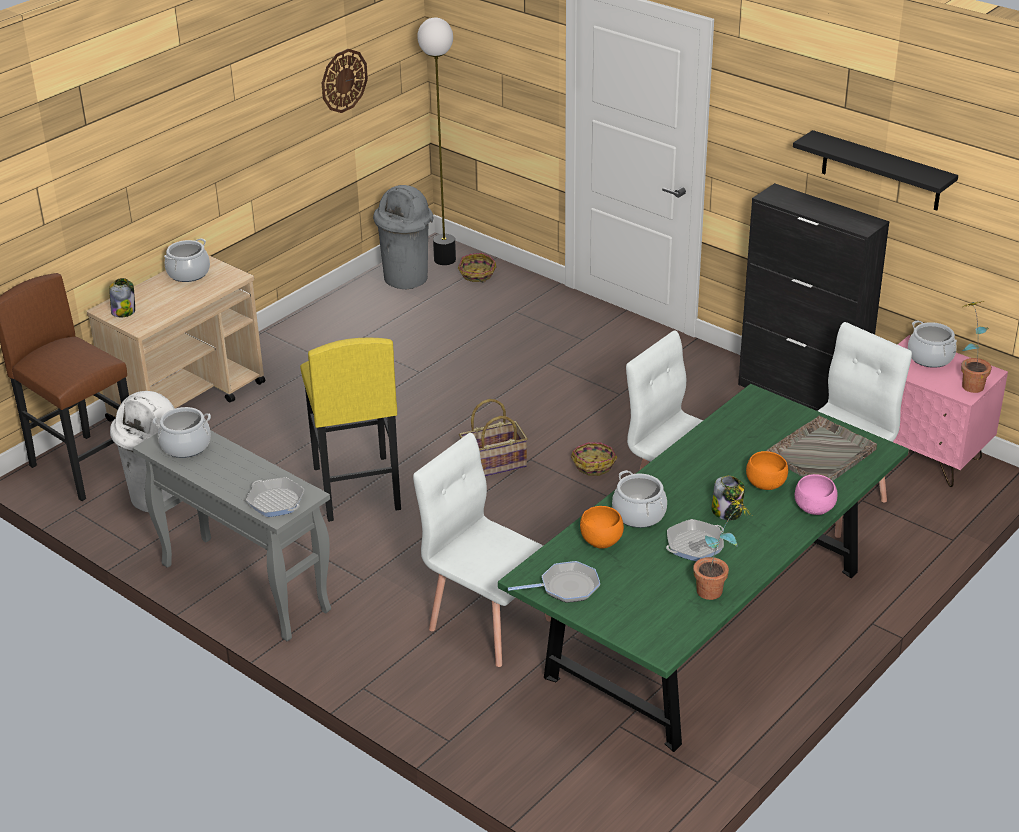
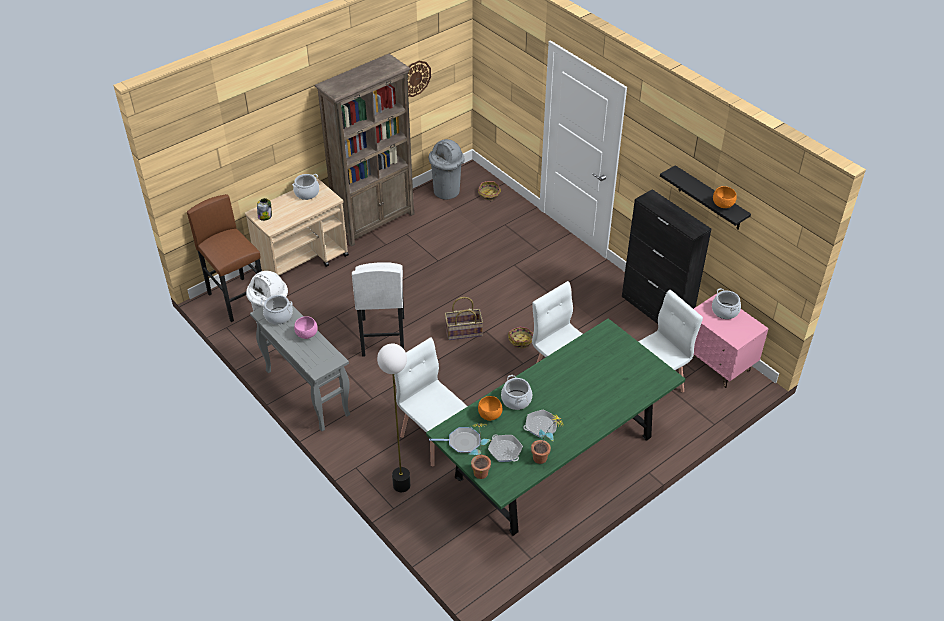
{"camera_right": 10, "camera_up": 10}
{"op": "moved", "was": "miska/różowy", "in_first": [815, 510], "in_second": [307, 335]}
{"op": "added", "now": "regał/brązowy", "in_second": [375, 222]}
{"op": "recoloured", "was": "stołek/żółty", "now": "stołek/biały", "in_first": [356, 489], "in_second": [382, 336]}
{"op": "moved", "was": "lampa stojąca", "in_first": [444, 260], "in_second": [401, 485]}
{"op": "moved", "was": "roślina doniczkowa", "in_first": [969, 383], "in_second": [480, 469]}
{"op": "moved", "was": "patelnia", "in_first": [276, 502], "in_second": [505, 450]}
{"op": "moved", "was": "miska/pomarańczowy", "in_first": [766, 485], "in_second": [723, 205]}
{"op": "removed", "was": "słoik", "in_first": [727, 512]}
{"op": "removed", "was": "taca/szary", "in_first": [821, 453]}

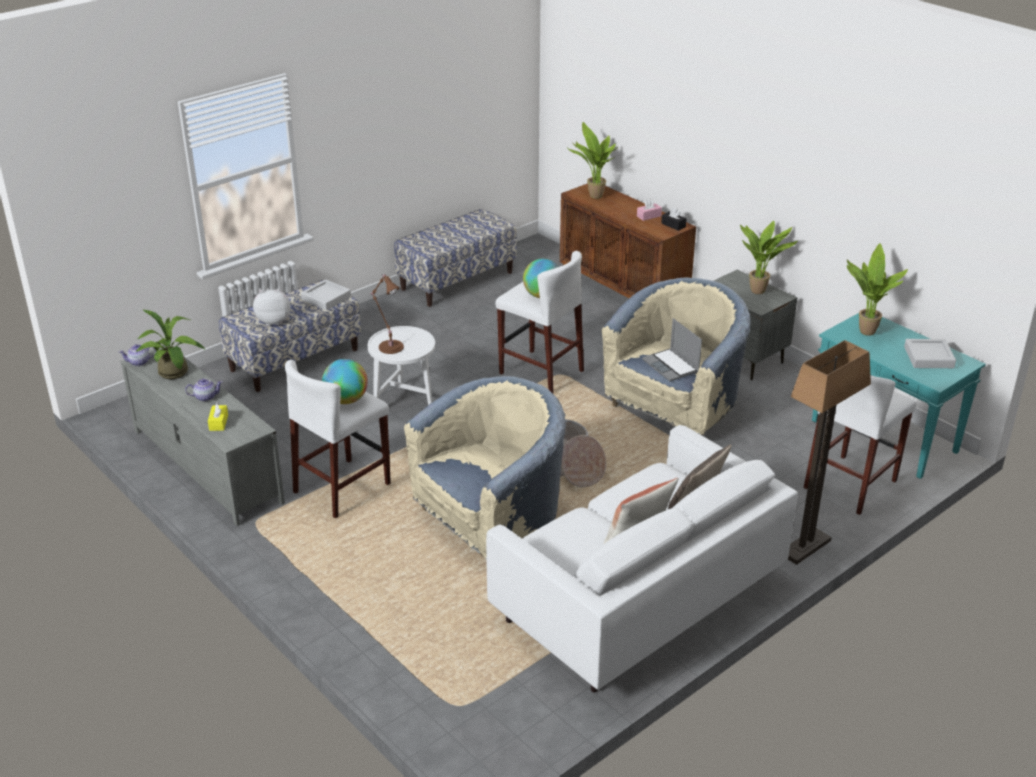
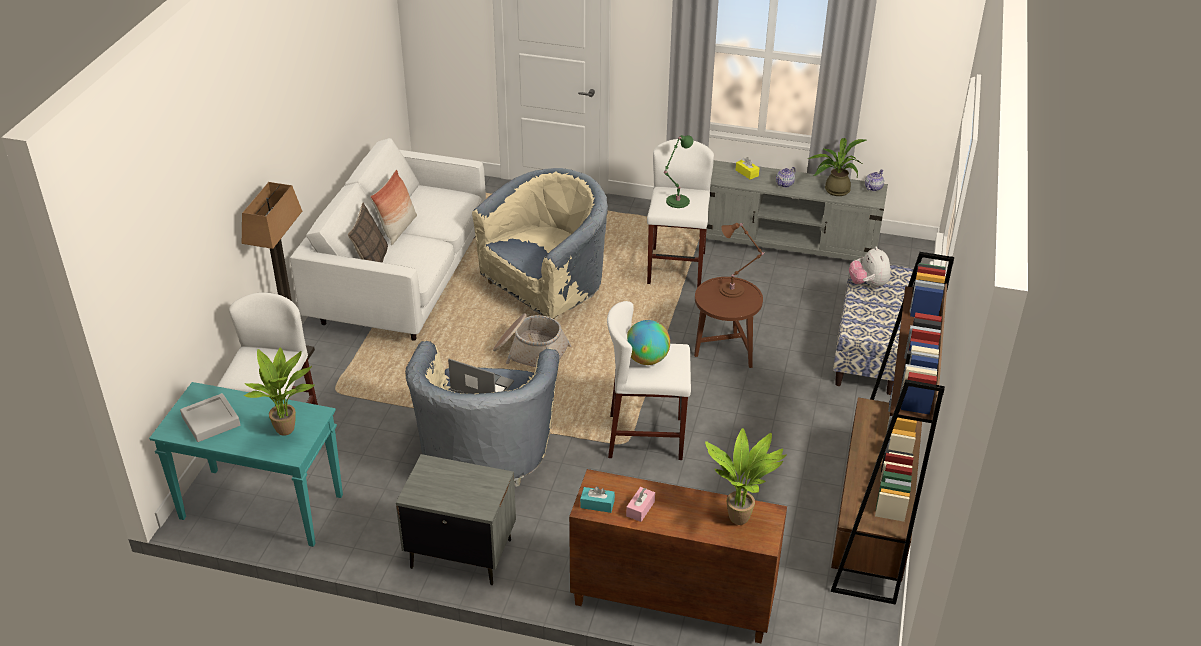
{"camera_right": 145, "camera_up": 5}
{"op": "turned", "was": "fotel/beżowy", "in_first": [491, 520], "in_second": [547, 289], "clockwise": -150}
{"op": "recoloured", "was": "pudełko chusteczek/czarny", "now": "pudełko chusteczek/turkusowy", "in_first": [673, 225], "in_second": [597, 504]}
{"op": "replaced", "was": "globus", "now": "lampa stołowa/zielony", "in_first": [346, 400], "in_second": [676, 202]}
{"op": "recoloured", "was": "stolik/biały", "now": "stolik/brązowy", "in_first": [404, 402], "in_second": [724, 352]}
{"op": "replaced", "was": "ławka", "now": "regał/brązowy", "in_first": [457, 280], "in_second": [871, 526]}
{"op": "turned", "was": "pluszak", "in_first": [274, 321], "in_second": [868, 284], "clockwise": 120}
{"op": "removed", "was": "taca/szary", "in_first": [326, 298]}
{"op": "removed", "was": "roślina doniczkowa", "in_first": [760, 291]}

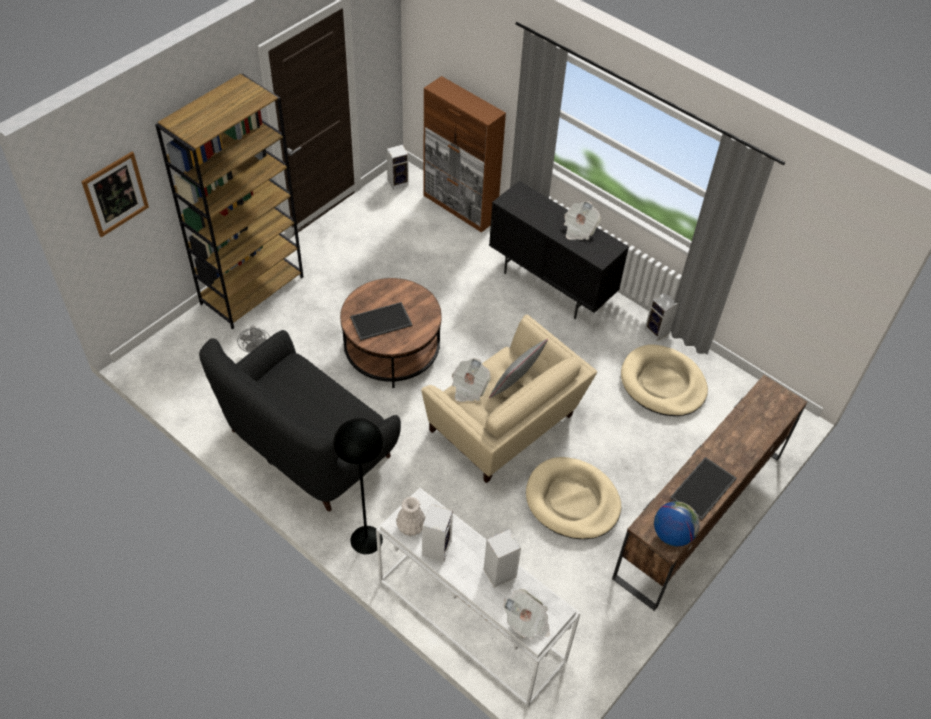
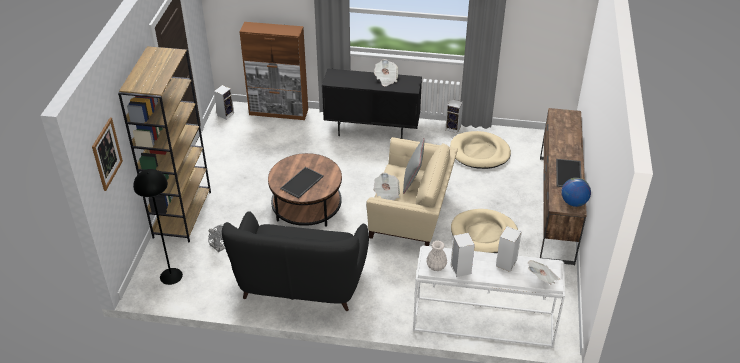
{"camera_right": -30, "camera_up": -10}
{"op": "moved", "was": "lampa stojąca/czarny", "in_first": [366, 539], "in_second": [171, 276]}

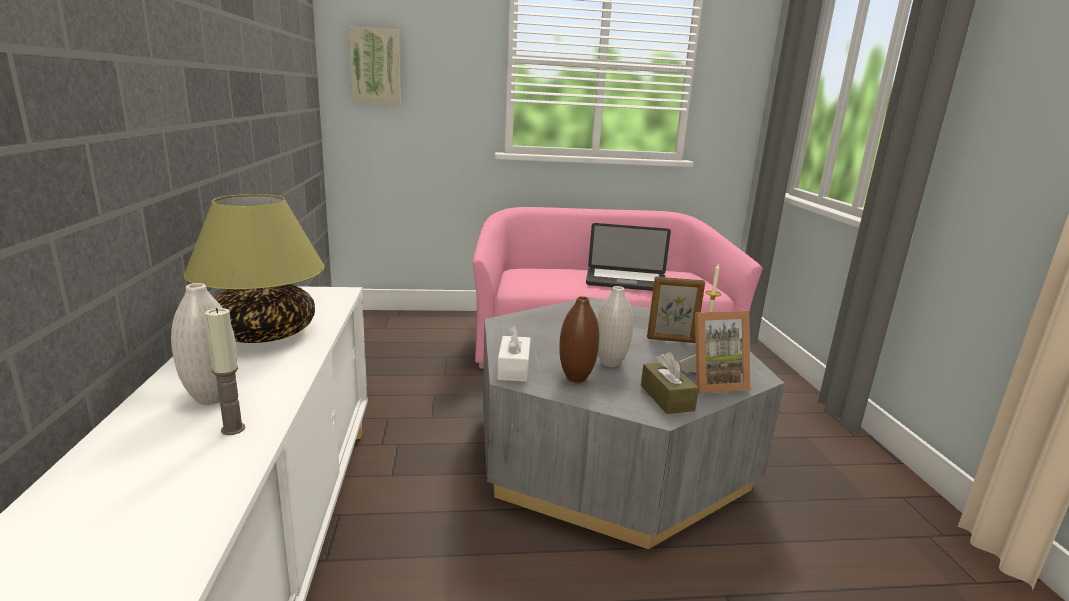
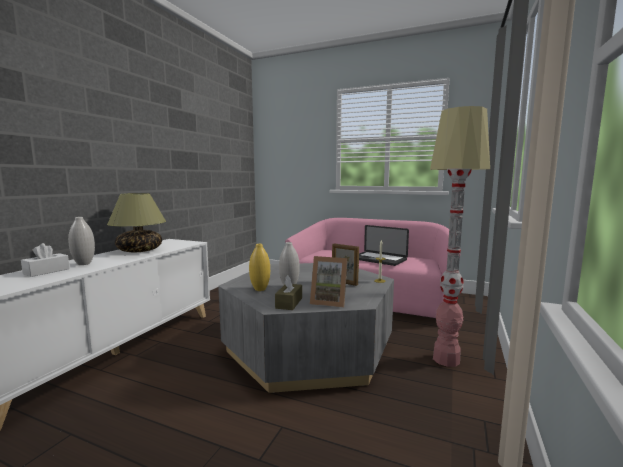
{"camera_right": 30, "camera_up": -10}
{"op": "moved", "was": "pudełko chusteczek/biały", "in_first": [514, 368], "in_second": [46, 271]}
{"op": "recoloured", "was": "wazon/brązowy", "now": "wazon/żółty", "in_first": [576, 378], "in_second": [260, 289]}
{"op": "added", "now": "lampa stojąca", "in_second": [446, 359]}
{"op": "removed", "was": "świeca", "in_first": [233, 429]}
{"op": "removed", "was": "obraz", "in_first": [375, 66]}

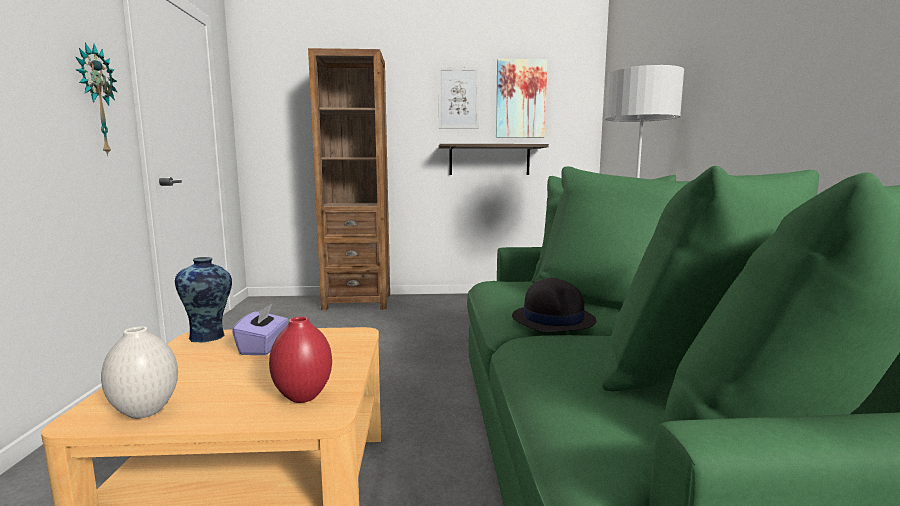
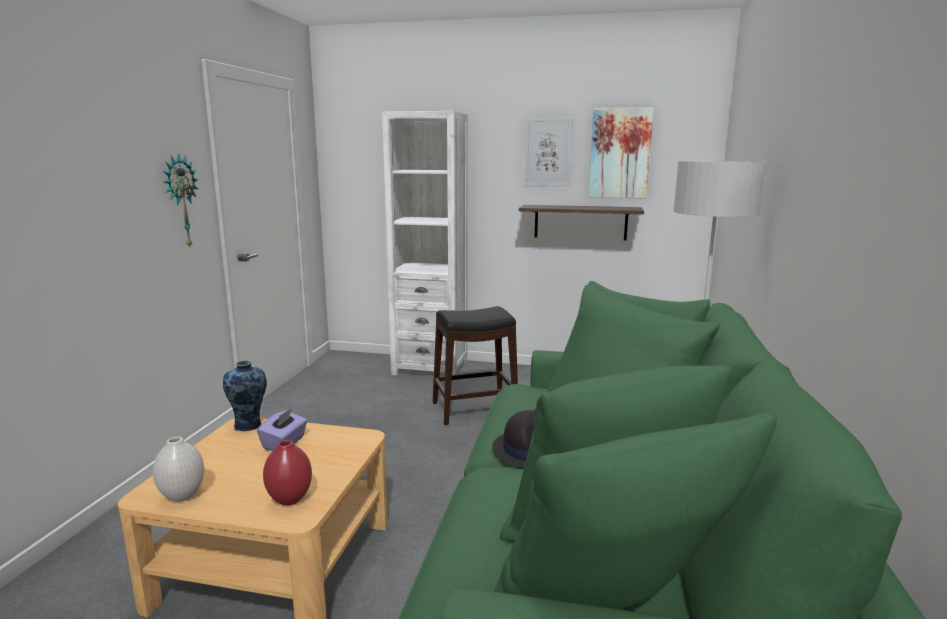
{"camera_right": 15, "camera_up": 5}
{"op": "recoloured", "was": "regał/brązowy", "now": "regał/biały", "in_first": [357, 302], "in_second": [430, 367]}
{"op": "added", "now": "stołek/czarny", "in_second": [474, 409]}

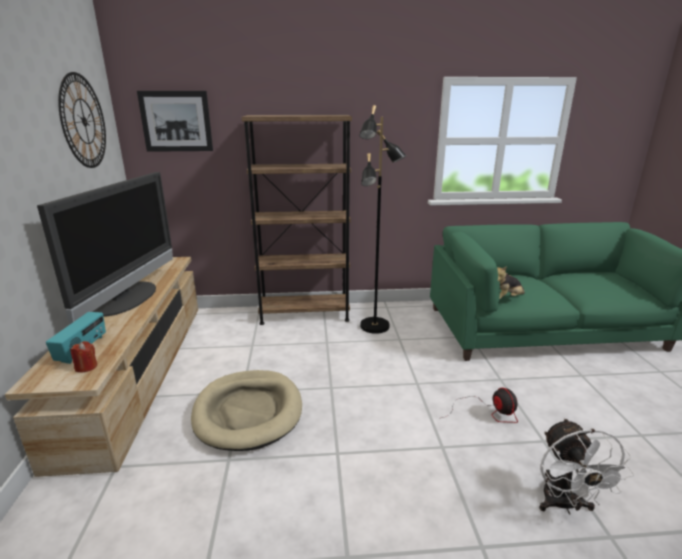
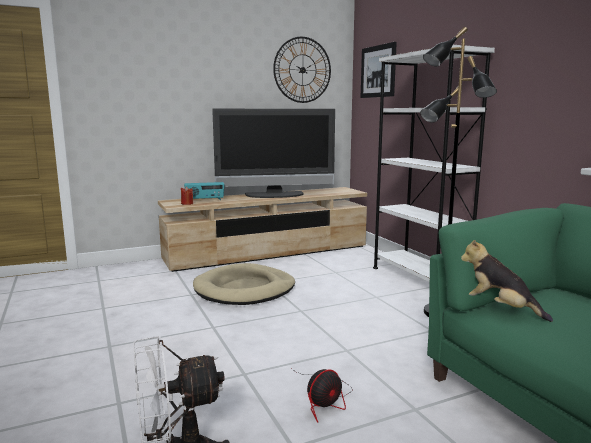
{"camera_right": 70, "camera_up": -10}
{"op": "recoloured", "was": "regał/brązowy", "now": "regał/biały", "in_first": [304, 314], "in_second": [418, 279]}

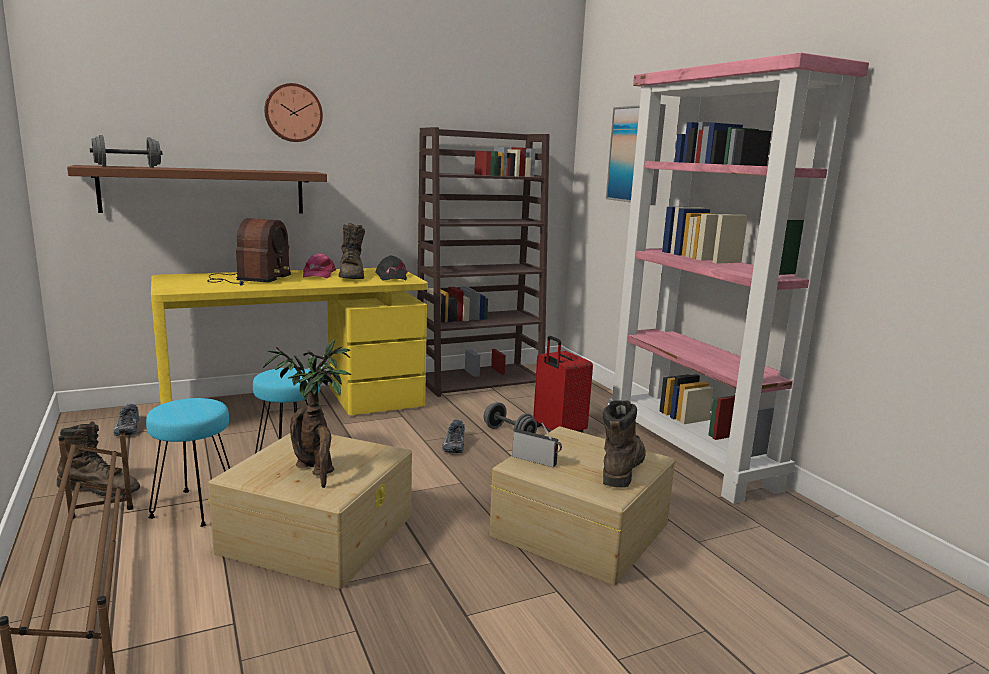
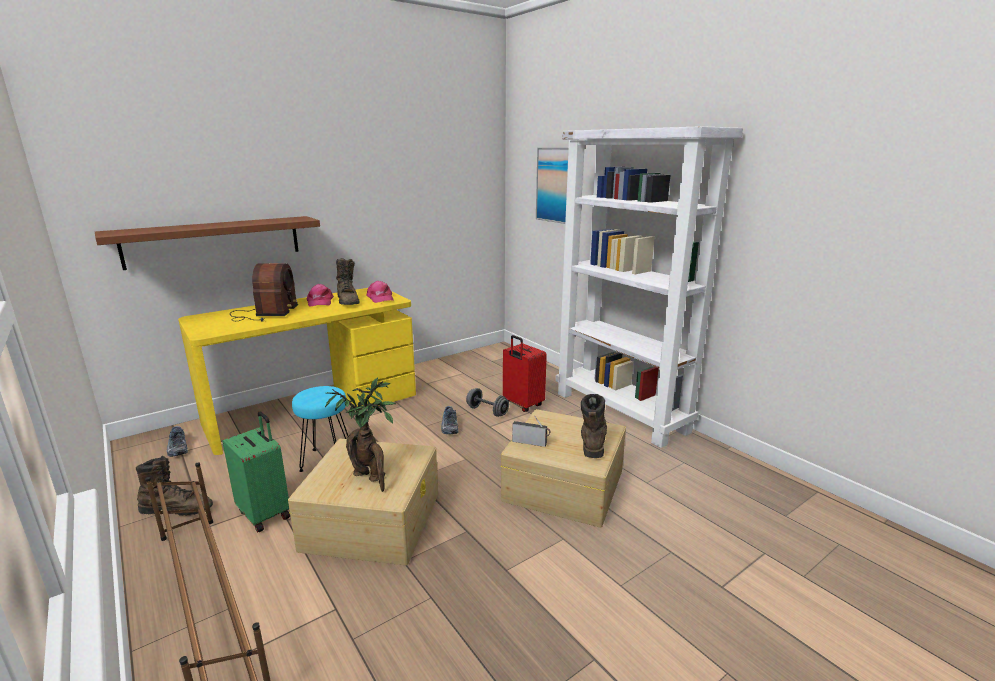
{"camera_right": -10, "camera_up": 5}
{"op": "replaced", "was": "stołek/turkusowy", "now": "walizka/zielony", "in_first": [195, 508], "in_second": [265, 513]}
{"op": "recoloured", "was": "czapka z daszkiem/czarny", "now": "czapka z daszkiem/różowy", "in_first": [391, 277], "in_second": [380, 298]}
{"op": "recoloured", "was": "regał/różowy", "now": "regał/biały", "in_first": [691, 456], "in_second": [621, 412]}
{"op": "removed", "was": "hantel/szary", "in_first": [128, 167]}
{"op": "removed", "was": "zegar ścienny", "in_first": [293, 113]}
{"op": "removed", "was": "regał/brązowy", "in_first": [480, 380]}

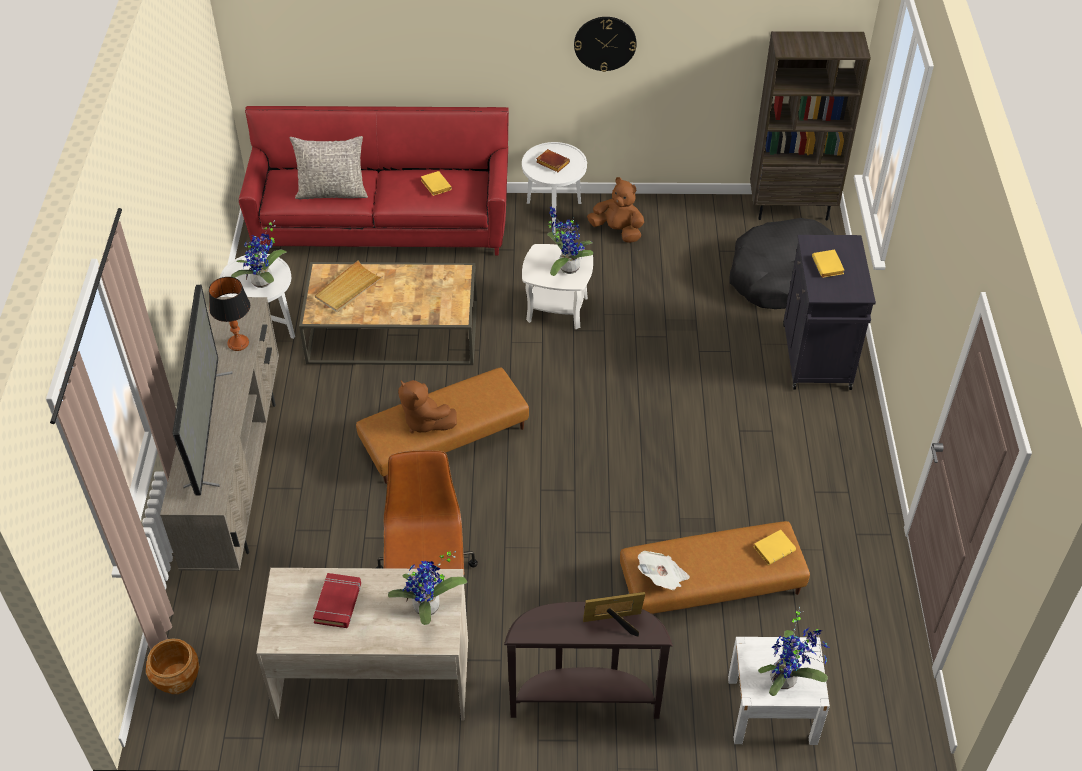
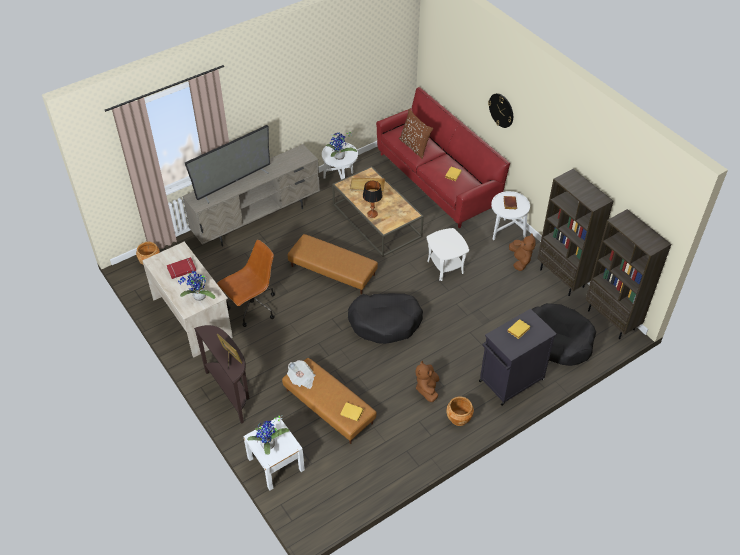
{"camera_right": 55, "camera_up": 0}
{"op": "added", "now": "legowisko/czarny", "in_second": [385, 322]}
{"op": "moved", "was": "lampa stołowa", "in_first": [238, 343], "in_second": [372, 214]}
{"op": "recoloured", "was": "poduszka/szary", "now": "poduszka/brązowy", "in_first": [332, 192], "in_second": [414, 146]}
{"op": "moved", "was": "pluszak/brązowy", "in_first": [424, 421], "in_second": [427, 389]}
{"op": "added", "now": "donica/brązowy", "in_second": [459, 418]}
{"op": "moved", "was": "zegar ścienny", "in_first": [605, 43], "in_second": [501, 110]}
{"op": "added", "now": "regał/brązowy", "in_second": [562, 278]}
{"op": "removed", "was": "roślina doniczkowa", "in_first": [566, 267]}

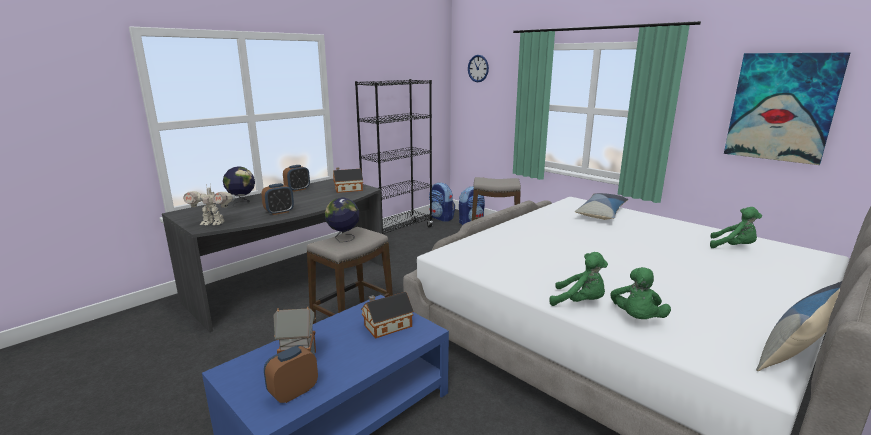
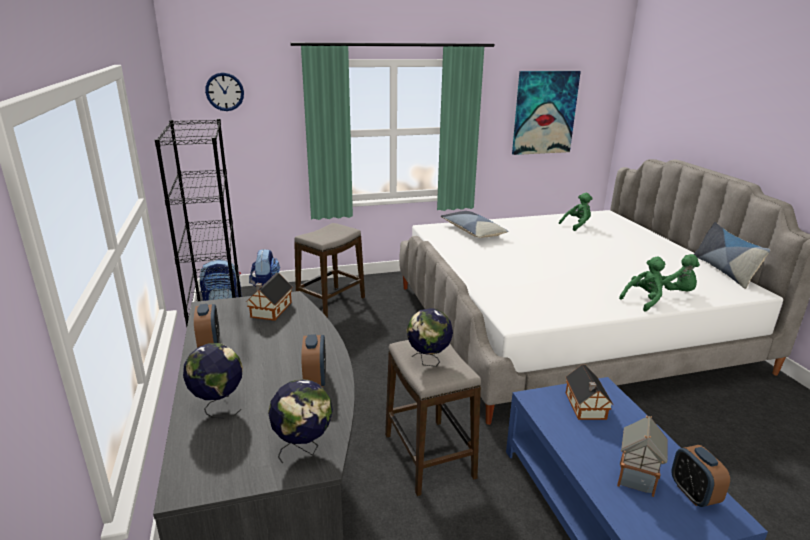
{"camera_right": -60, "camera_up": 5}
{"op": "replaced", "was": "robot zabawkowy", "now": "globus", "in_first": [213, 223], "in_second": [304, 449]}

